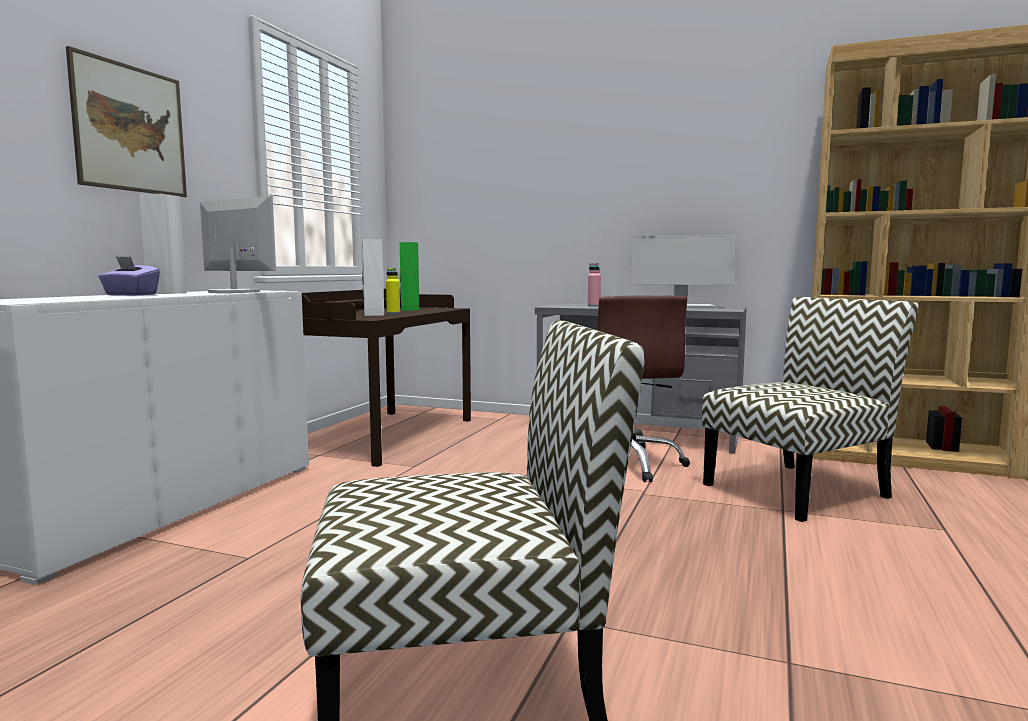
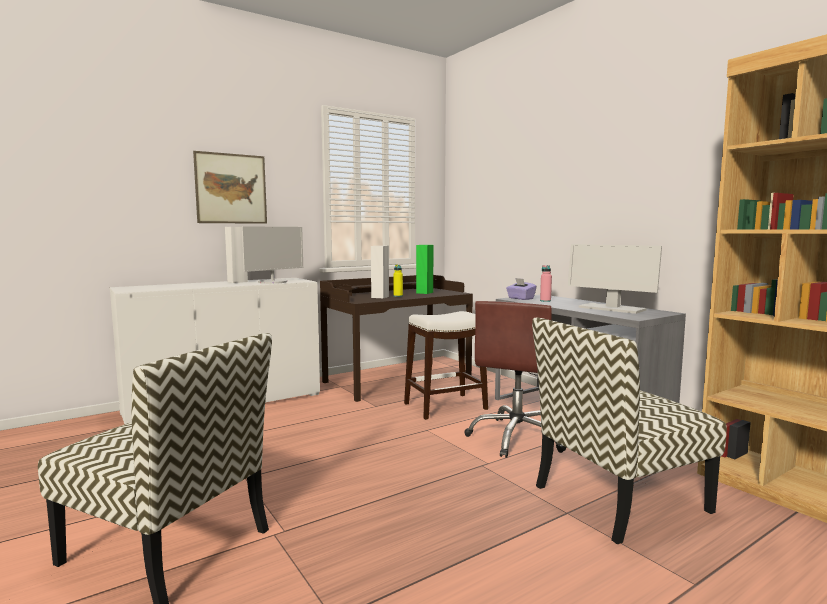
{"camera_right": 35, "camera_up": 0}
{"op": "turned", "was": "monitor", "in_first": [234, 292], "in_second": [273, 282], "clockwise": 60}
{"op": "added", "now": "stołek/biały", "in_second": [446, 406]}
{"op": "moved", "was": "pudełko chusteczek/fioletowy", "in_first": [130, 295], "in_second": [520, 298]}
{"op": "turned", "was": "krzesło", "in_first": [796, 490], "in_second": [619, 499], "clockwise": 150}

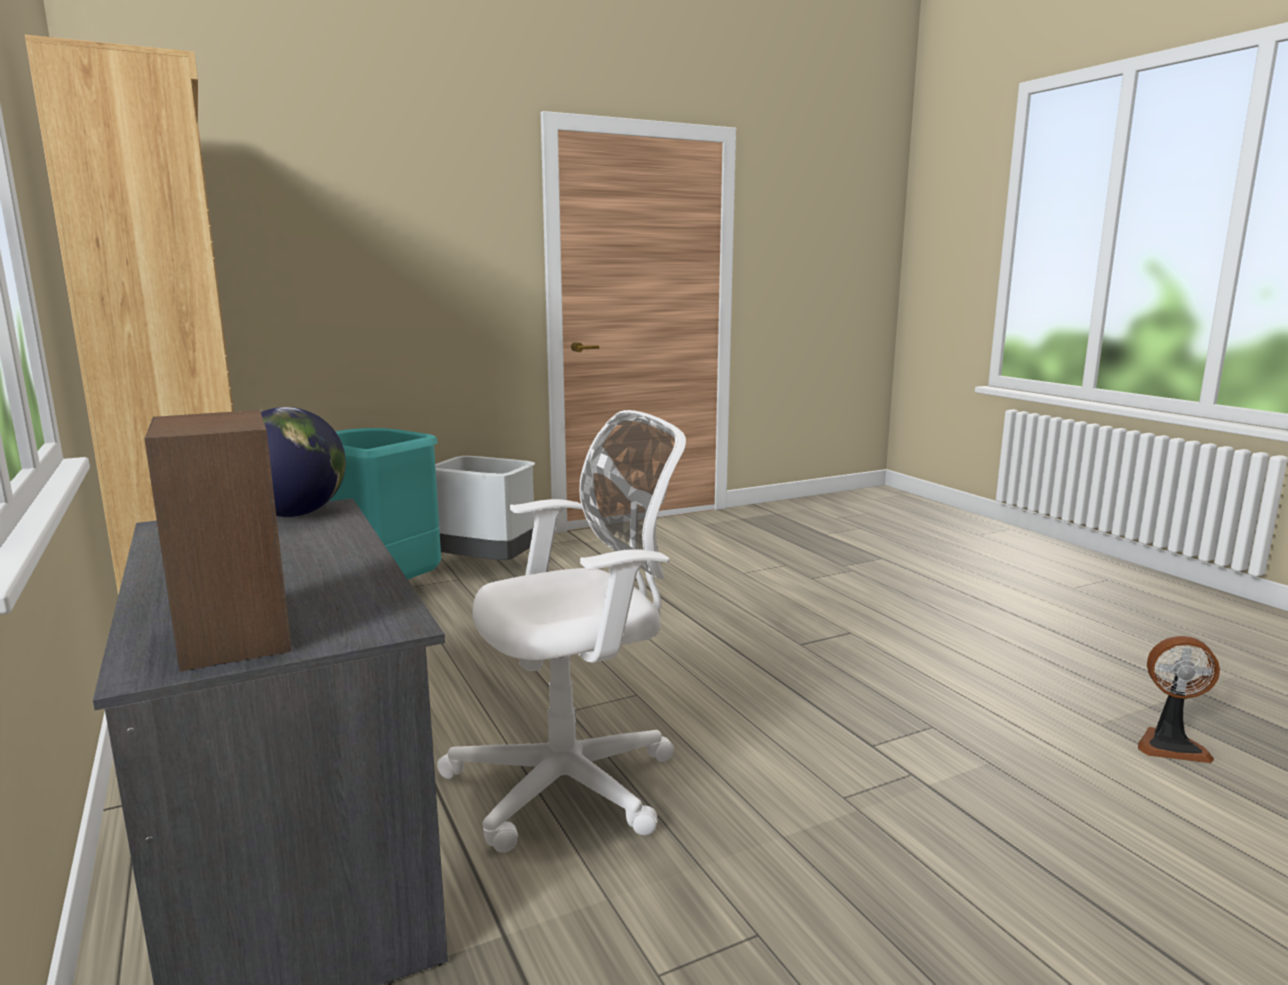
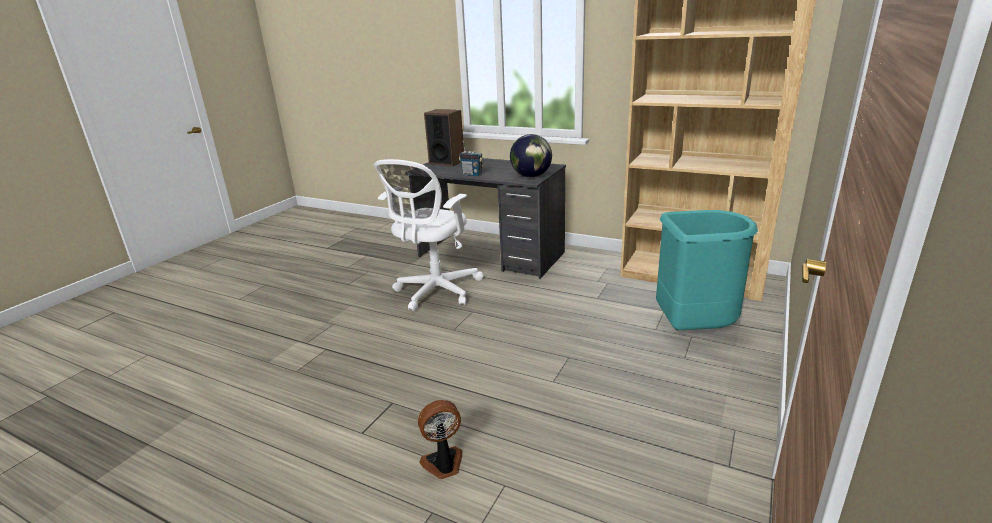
{"camera_right": 145, "camera_up": 10}
{"op": "moved", "was": "wentylator", "in_first": [1170, 745], "in_second": [443, 464]}
{"op": "added", "now": "radio", "in_second": [472, 174]}
{"op": "removed", "was": "kosz na śmieci/szary", "in_first": [485, 567]}

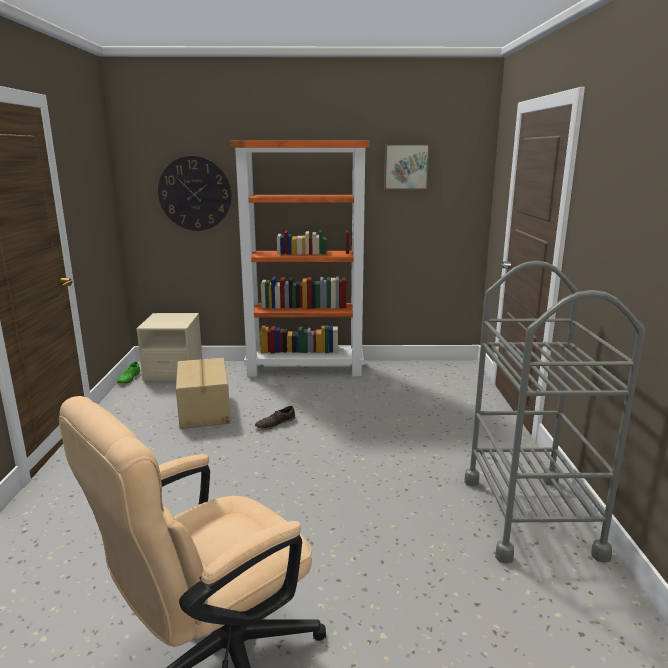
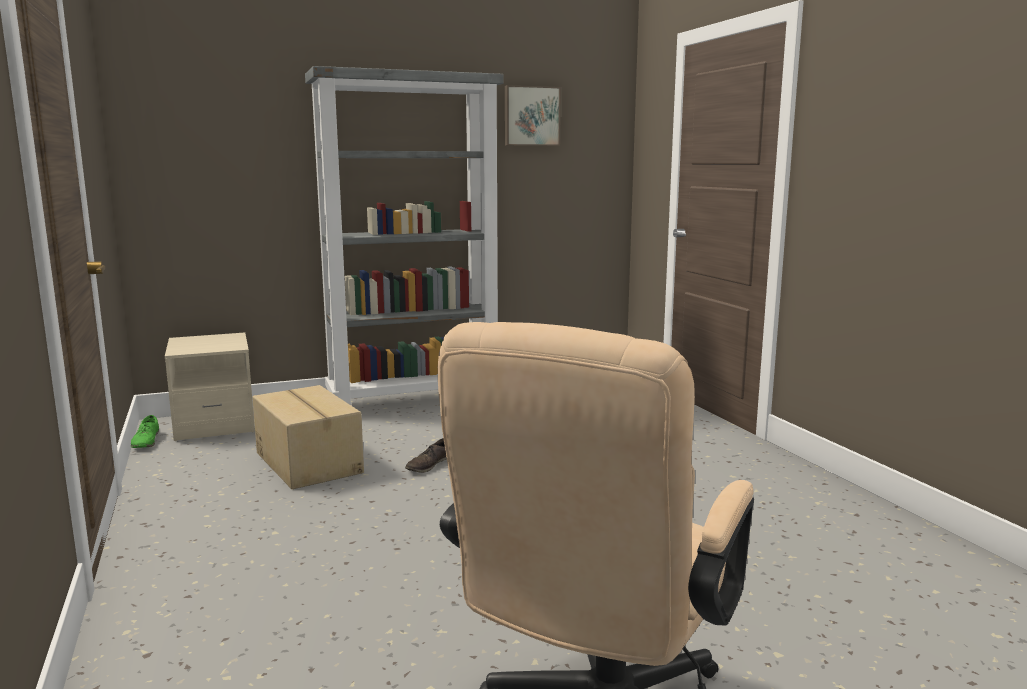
{"camera_right": -20, "camera_up": -5}
{"op": "recoloured", "was": "regał/pomarańczowy", "now": "regał/szary", "in_first": [306, 369], "in_second": [415, 401]}
{"op": "removed", "was": "zegar ścienny", "in_first": [195, 193]}
{"op": "removed", "was": "wózek/szary", "in_first": [530, 516]}

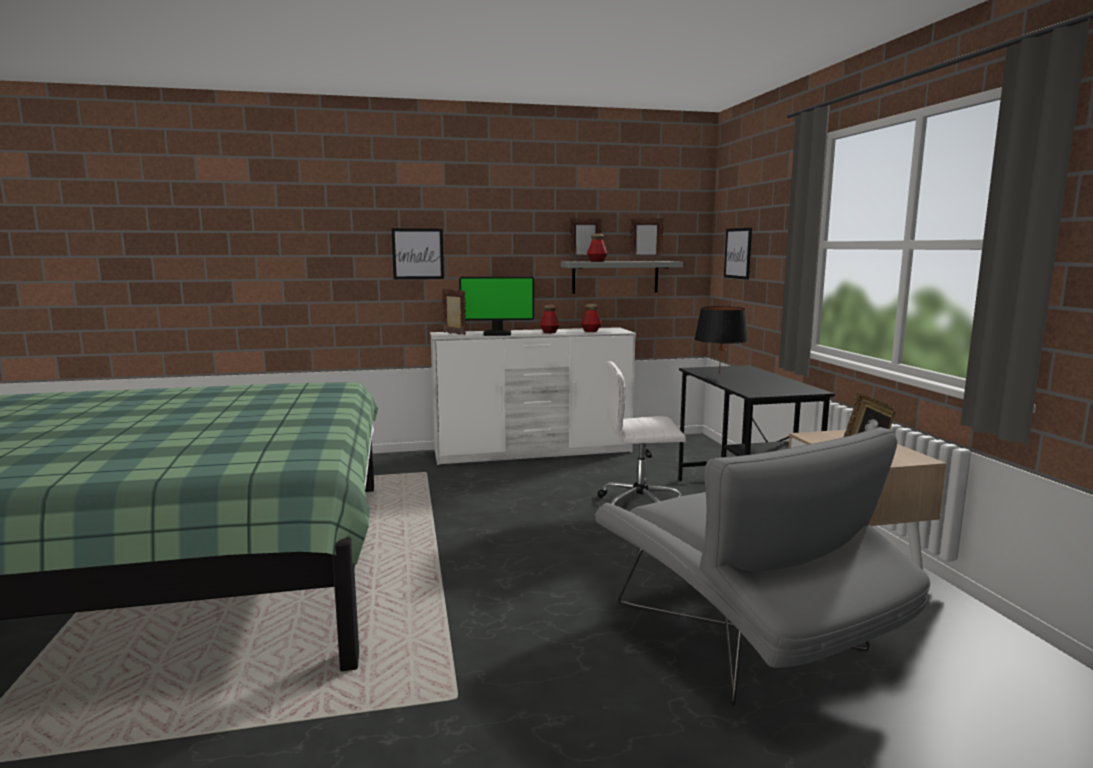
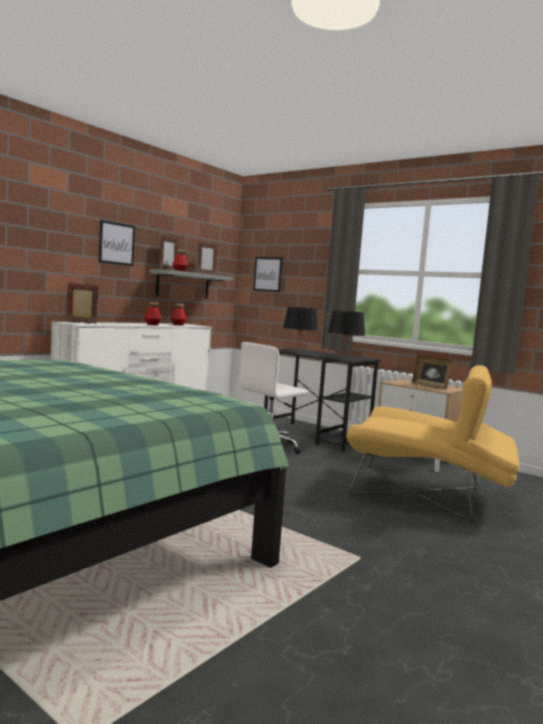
{"camera_right": -40, "camera_up": -5}
{"op": "moved", "was": "obraz", "in_first": [418, 254], "in_second": [116, 243]}
{"op": "added", "now": "lampa stołowa/czarny", "in_second": [343, 358]}
{"op": "recoloured", "was": "fotel/szary", "now": "fotel/żółty", "in_first": [746, 637], "in_second": [427, 495]}
{"op": "removed", "was": "monitor", "in_first": [498, 333]}

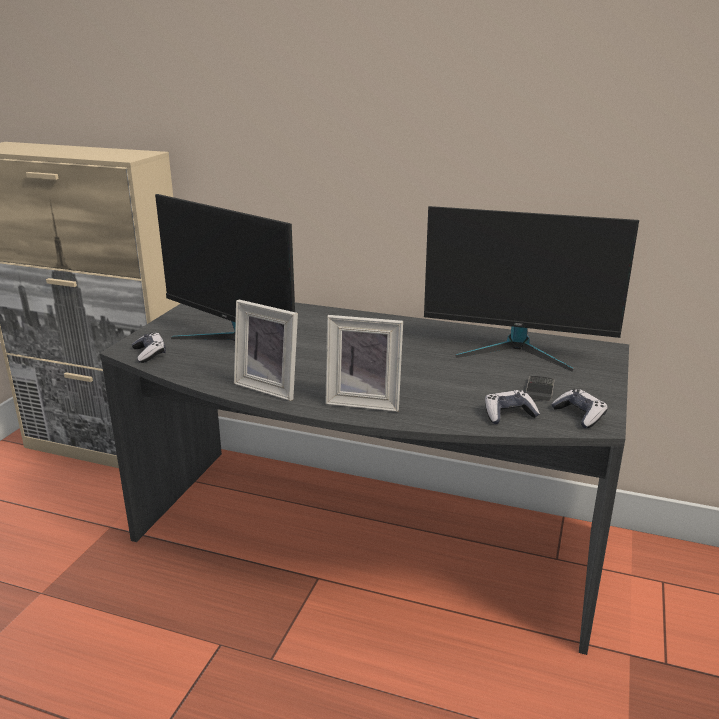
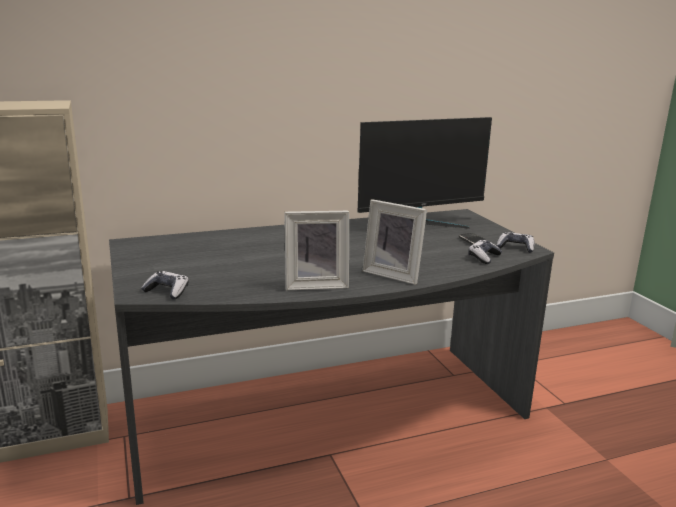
{"camera_right": -40, "camera_up": -5}
{"op": "turned", "was": "ramka na zdjęcie", "in_first": [364, 401], "in_second": [394, 274], "clockwise": 60}
{"op": "removed", "was": "monitor", "in_first": [233, 342]}

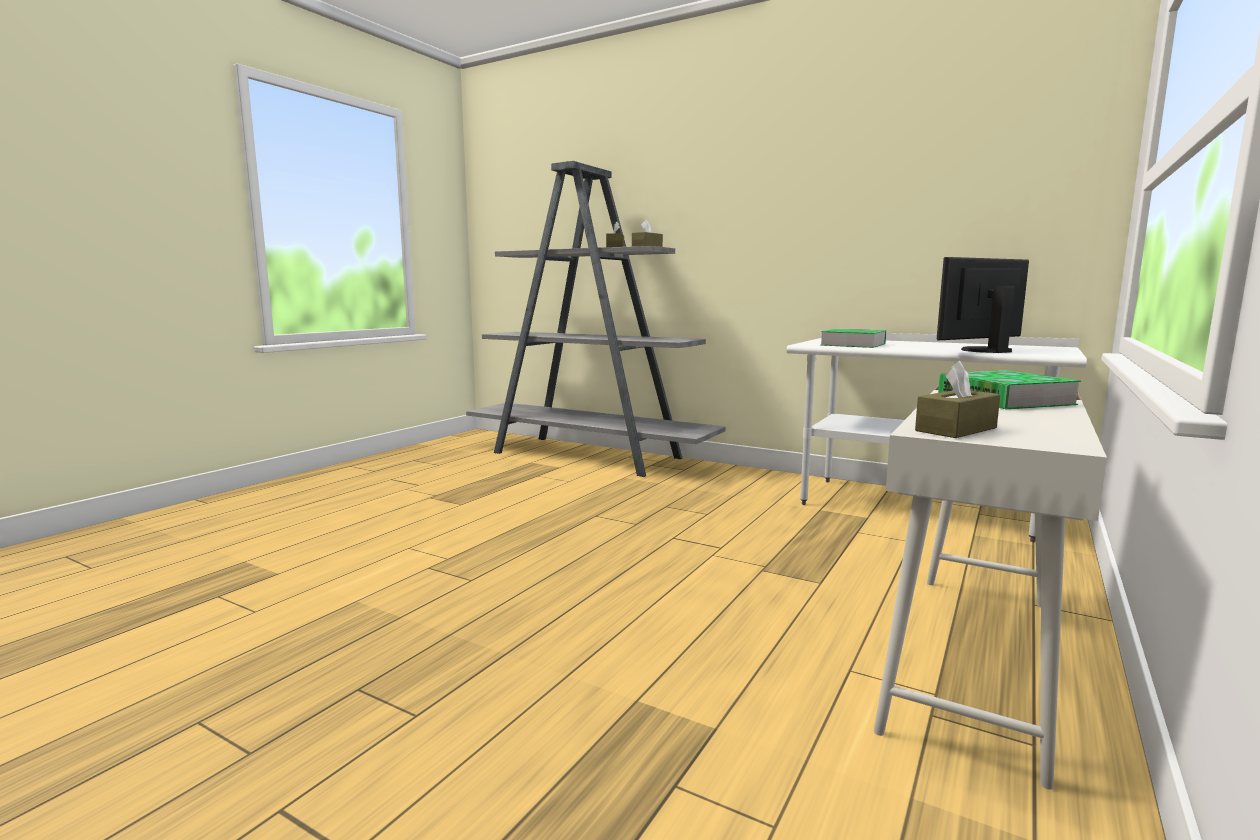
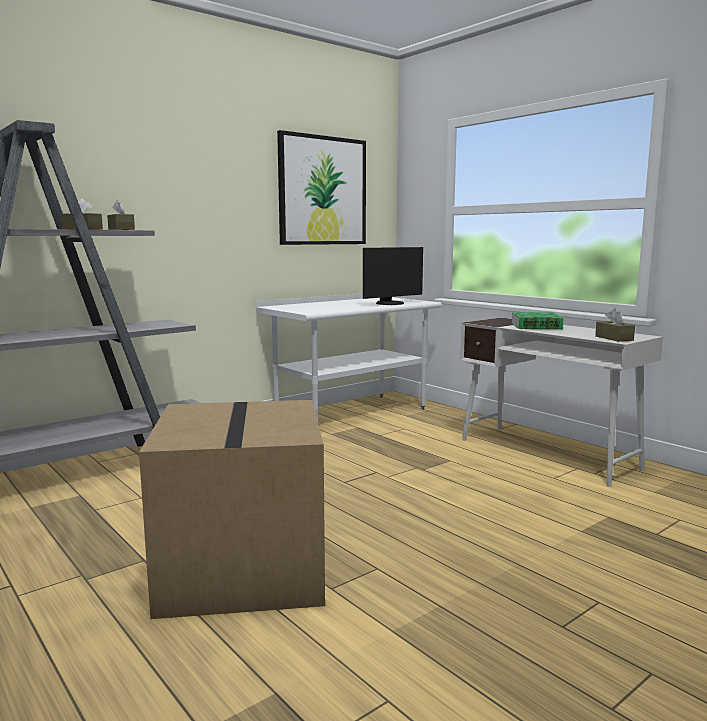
{"camera_right": -70, "camera_up": 0}
{"op": "added", "now": "karton", "in_second": [240, 567]}
{"op": "added", "now": "obraz", "in_second": [322, 191]}
{"op": "turned", "was": "monitor", "in_first": [983, 350], "in_second": [391, 303], "clockwise": -120}
{"op": "removed", "was": "książka", "in_first": [853, 344]}

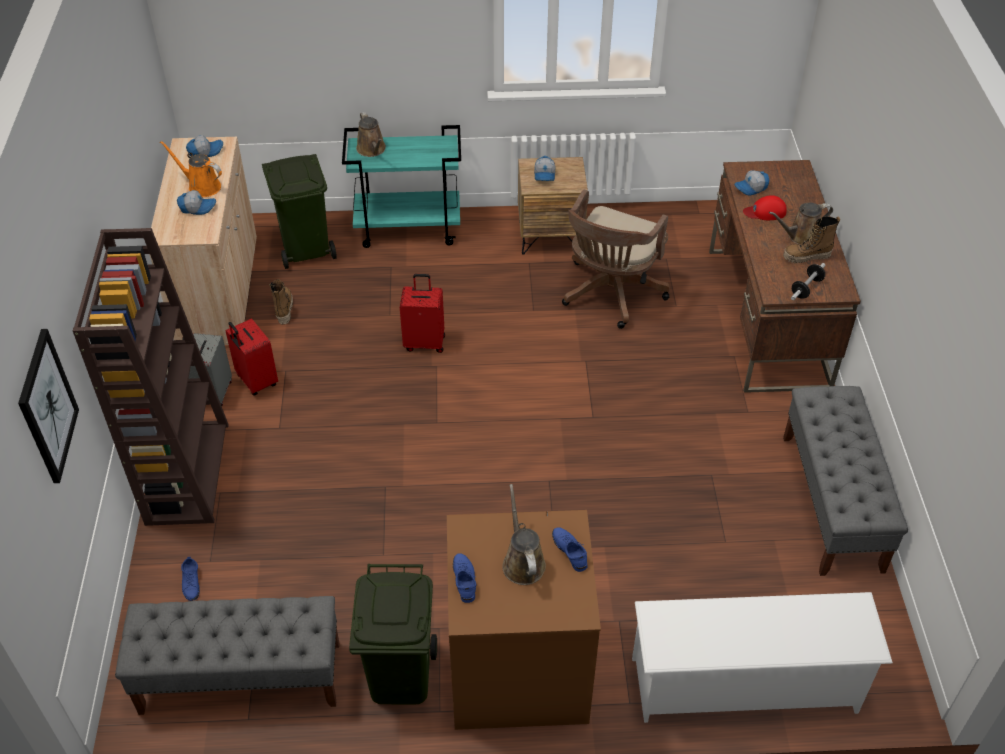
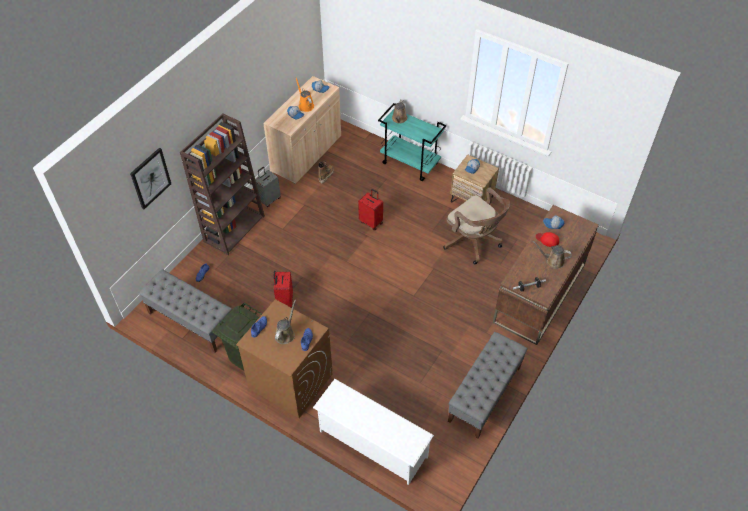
{"camera_right": 35, "camera_up": 5}
{"op": "moved", "was": "walizka/czerwony", "in_first": [256, 381], "in_second": [284, 300]}
{"op": "turned", "was": "krzesło biurowe/brązowy", "in_first": [610, 294], "in_second": [474, 243], "clockwise": -105}
{"op": "removed", "was": "kosz na śmieci/zielony", "in_first": [307, 249]}
{"op": "removed", "was": "but z cholewką", "in_first": [806, 257]}

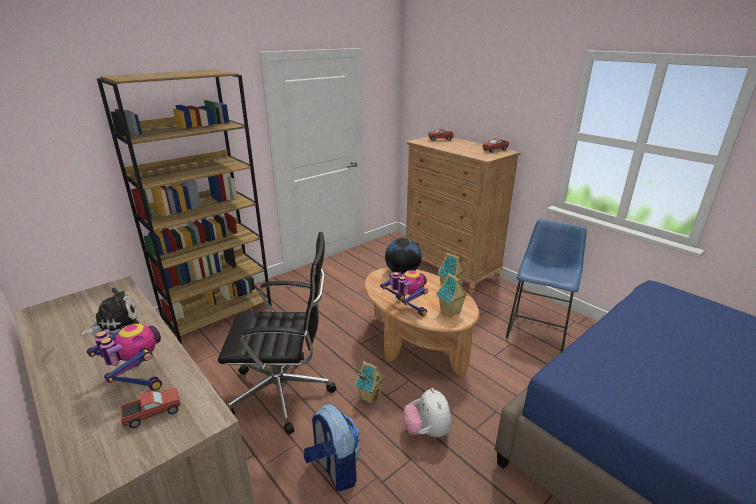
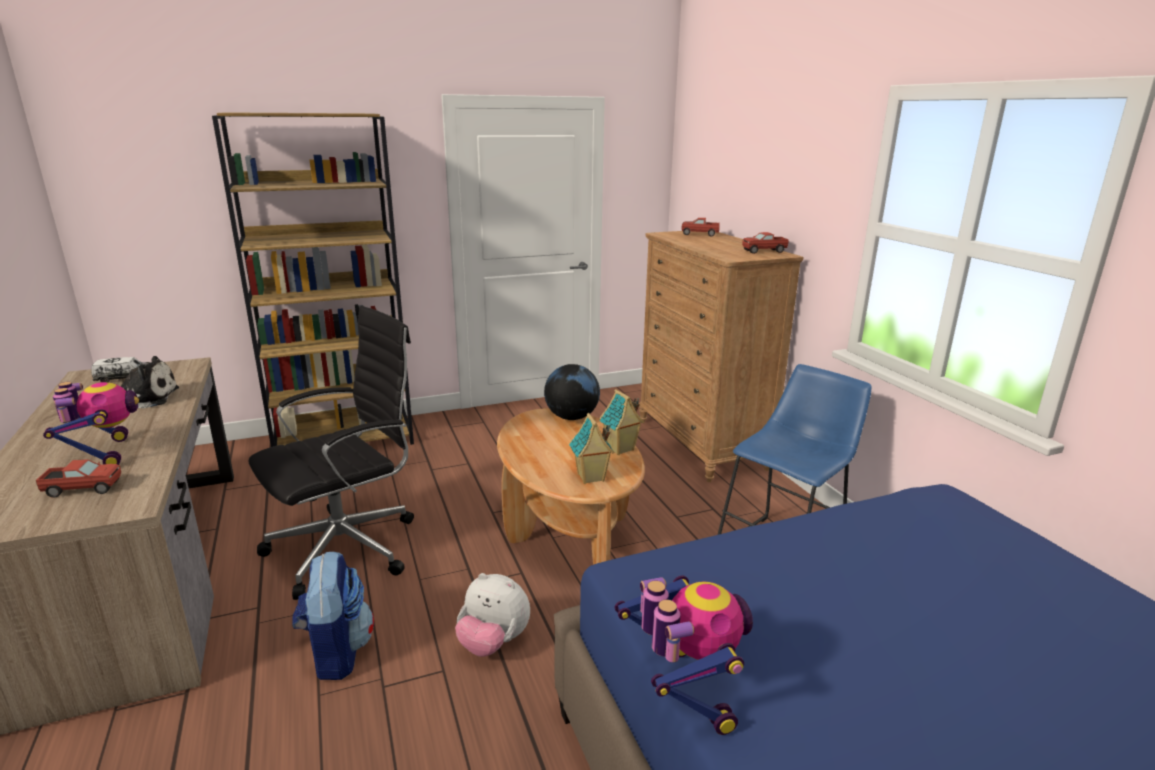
{"camera_right": 20, "camera_up": -5}
{"op": "added", "now": "ciężarówka zabawkowa", "in_second": [124, 378]}
{"op": "turned", "was": "krzesło biurowe/czarny", "in_first": [284, 392], "in_second": [348, 547], "clockwise": -60}
{"op": "turned", "was": "pluszak", "in_first": [426, 431], "in_second": [493, 643], "clockwise": -75}
{"op": "moved", "was": "robot zabawkowy", "in_first": [406, 308], "in_second": [683, 690]}
{"op": "removed", "was": "domek", "in_first": [369, 397]}

